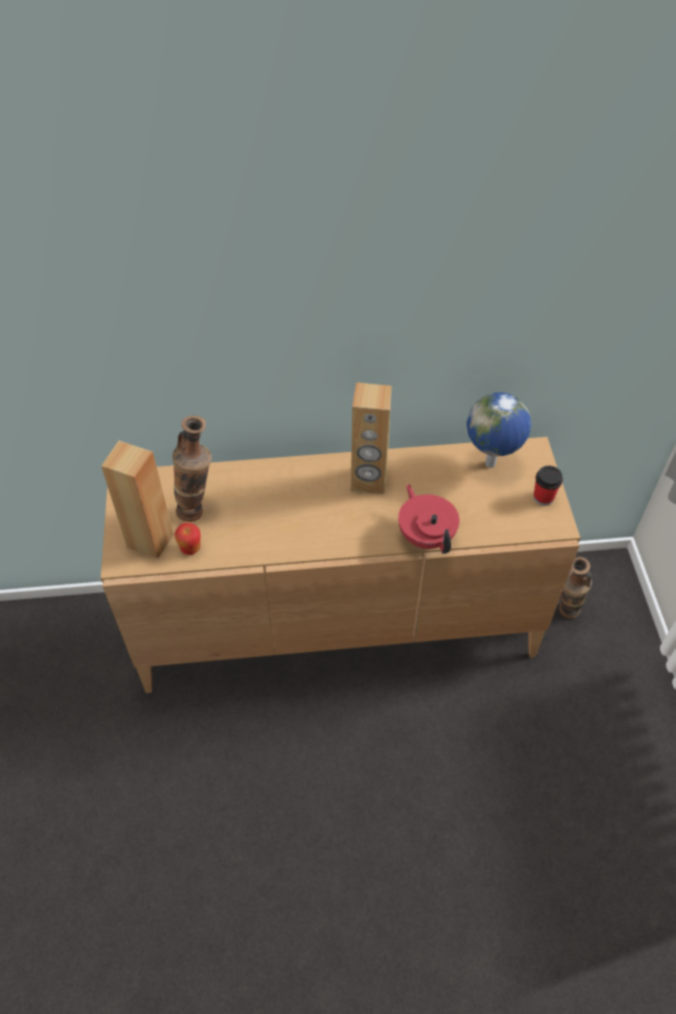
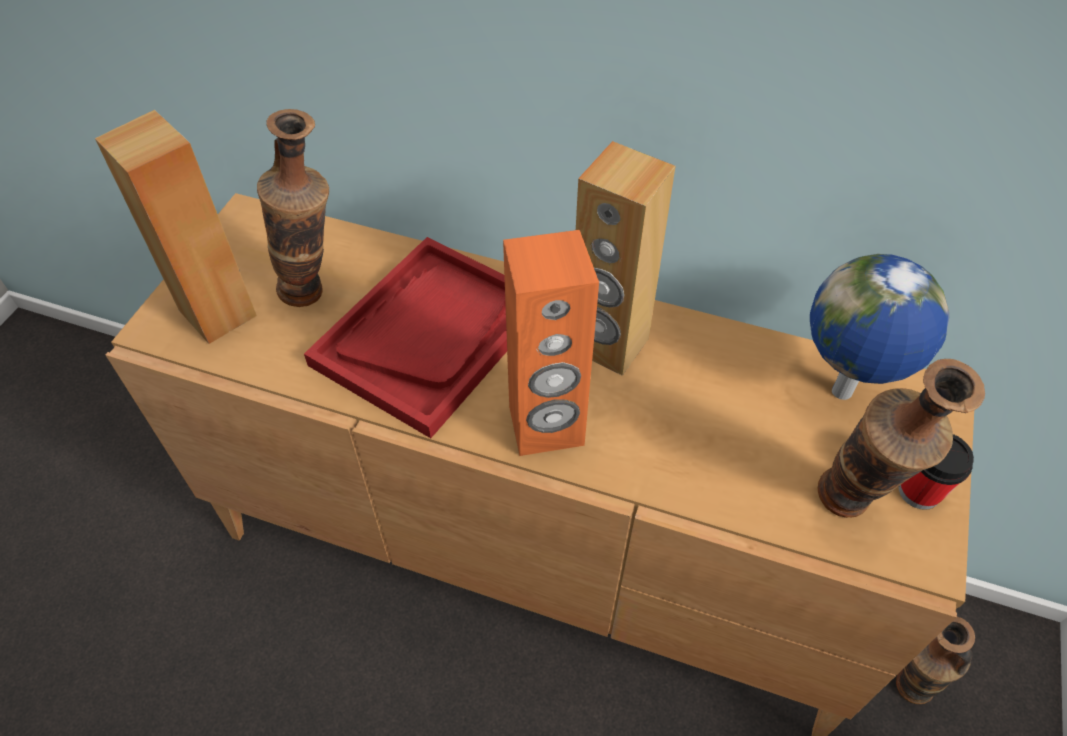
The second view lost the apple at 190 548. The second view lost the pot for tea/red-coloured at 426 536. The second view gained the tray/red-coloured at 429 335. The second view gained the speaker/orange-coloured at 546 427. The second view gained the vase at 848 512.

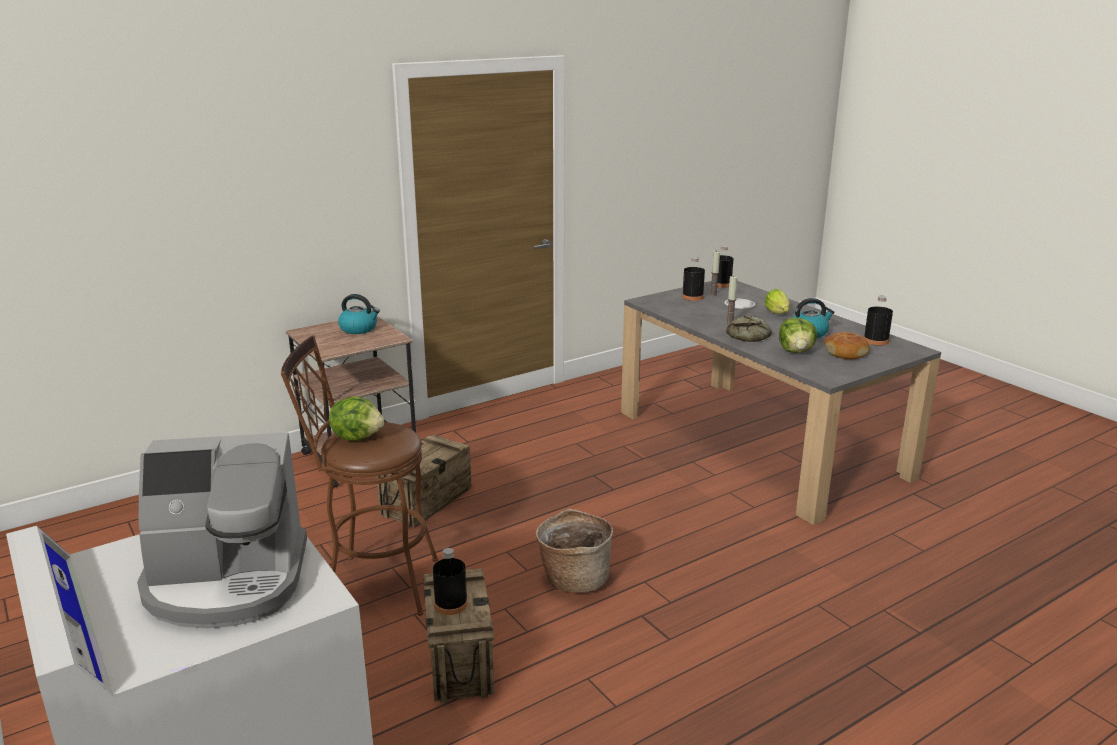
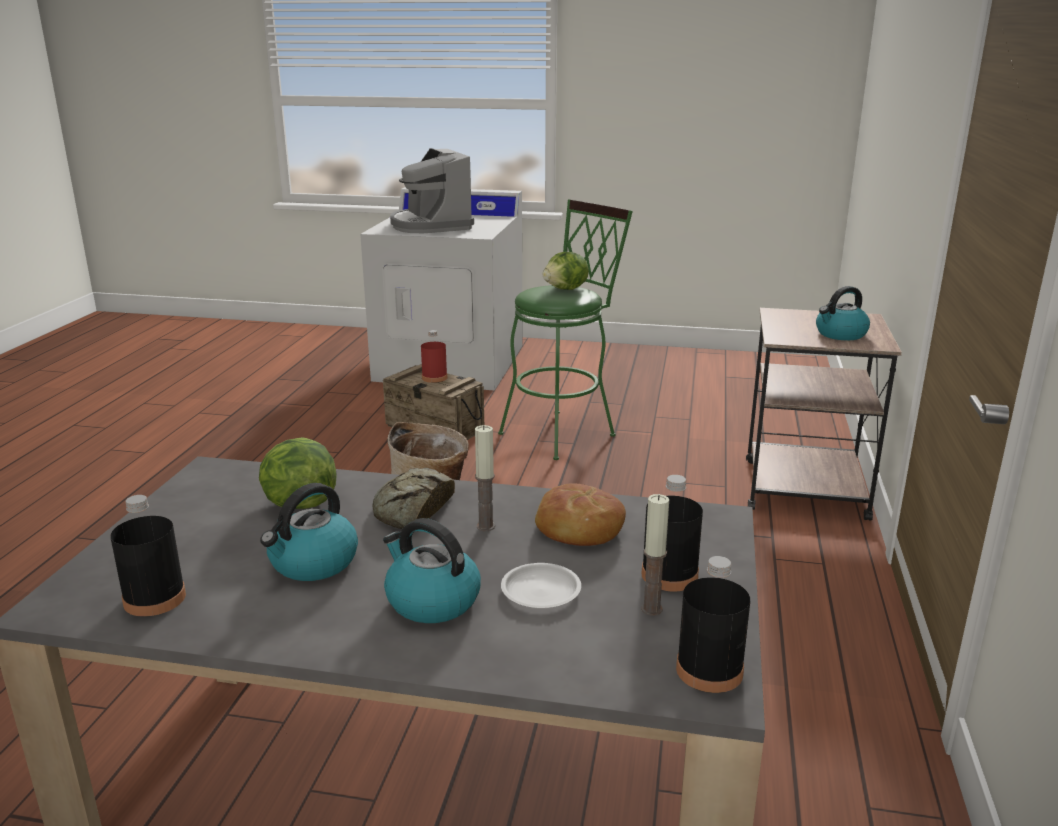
The coffee brewer at 227 582 ended up facing another way, 60 degrees counterclockwise from before. What was the sitting stool/brown at 372 584 turned into the sitting stool/greenish at 564 432. The second view lost the packing crate at 426 501. What was the bottle/blackish at 451 604 turned into the bottle/red-coloured at 434 378. Where the head of lettuce stood at 778 314, the kettle came to stand at 431 601. The baked bread ended up elsewhere, having gone from 846 352 to 578 529.

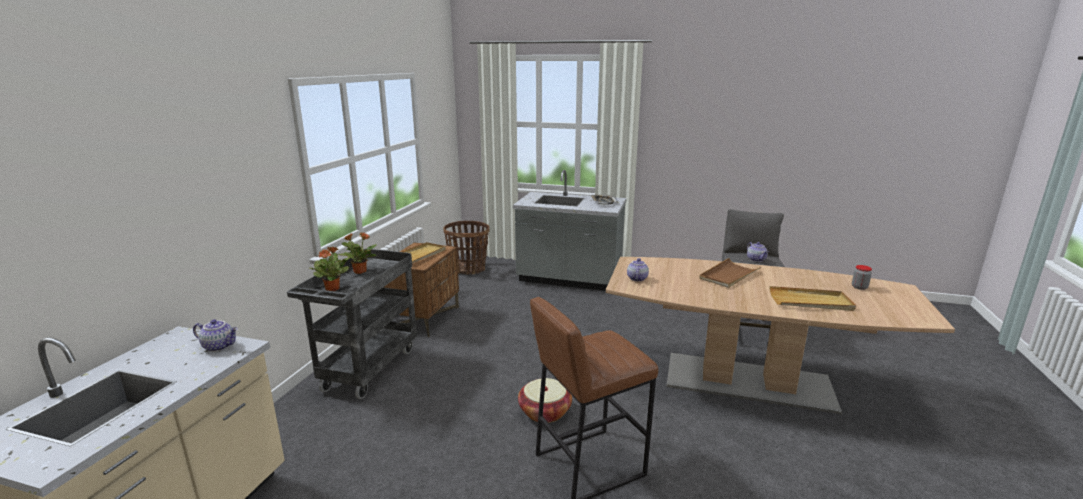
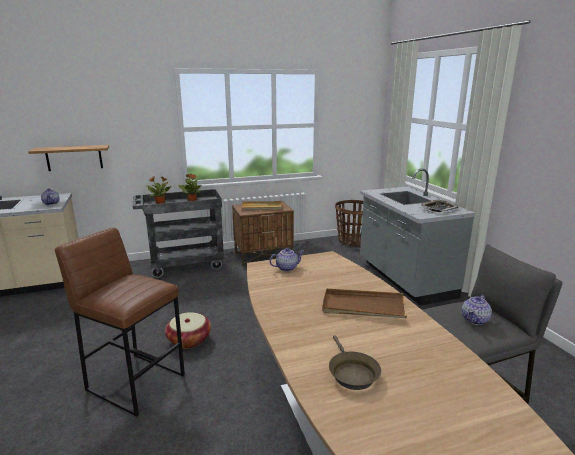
Where the tray/beige stood at 810 301, the pan/brown came to stand at 351 373. The second view lost the storage jar at 859 287. The second view gained the wall shelf at 74 157.

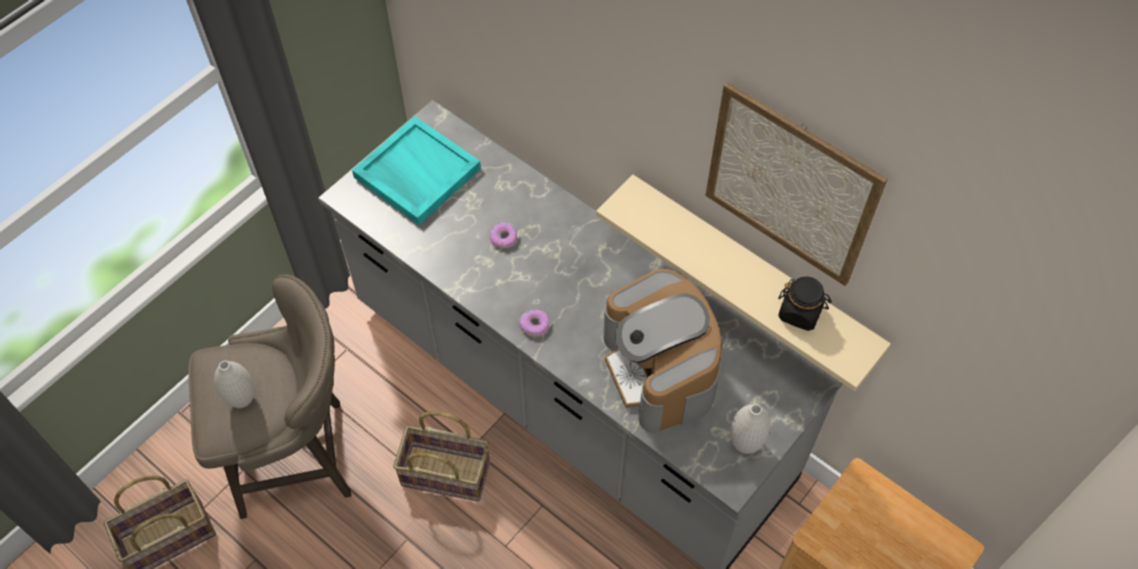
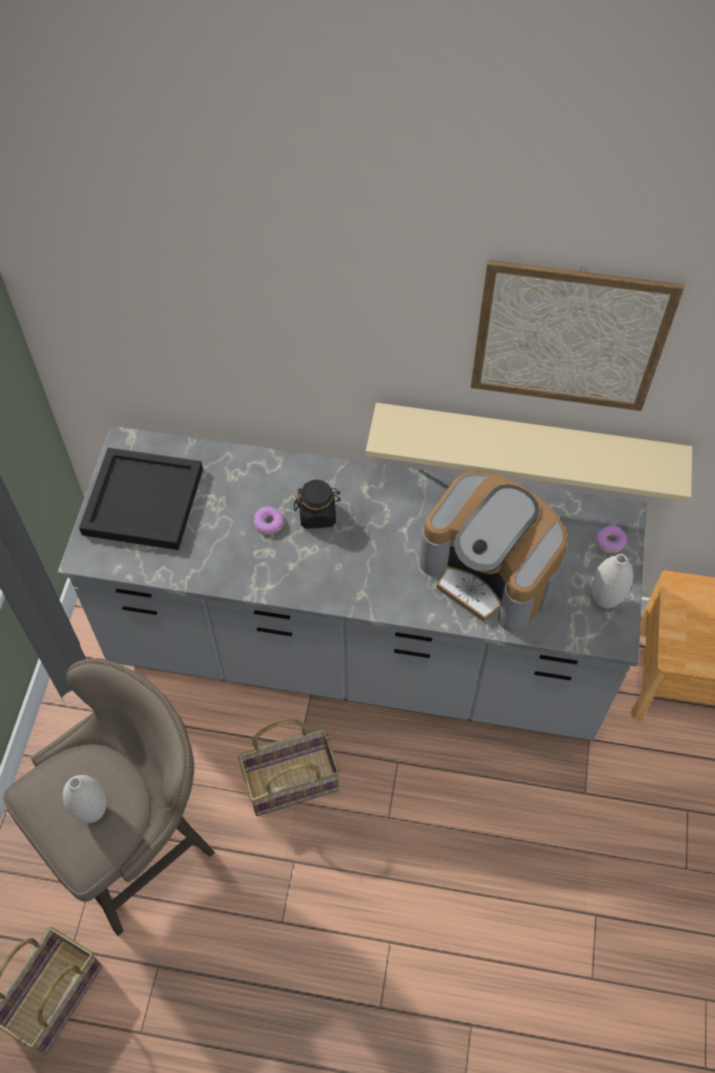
What was the tray/turquoise at 416 173 turned into the tray/blackish at 142 502. The donut ended up elsewhere, having gone from 534 325 to 609 541. The storage jar/blackish ended up elsewhere, having gone from 800 313 to 317 514.

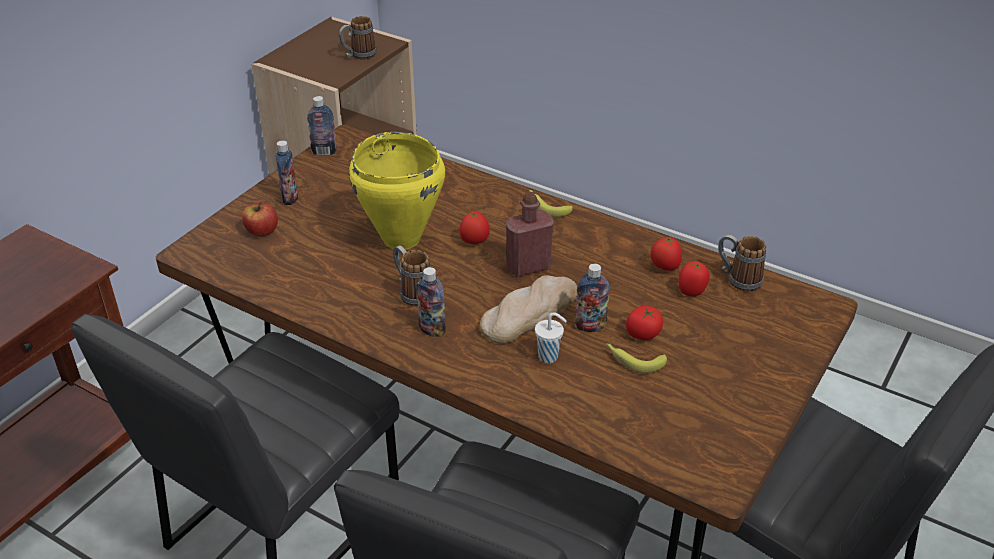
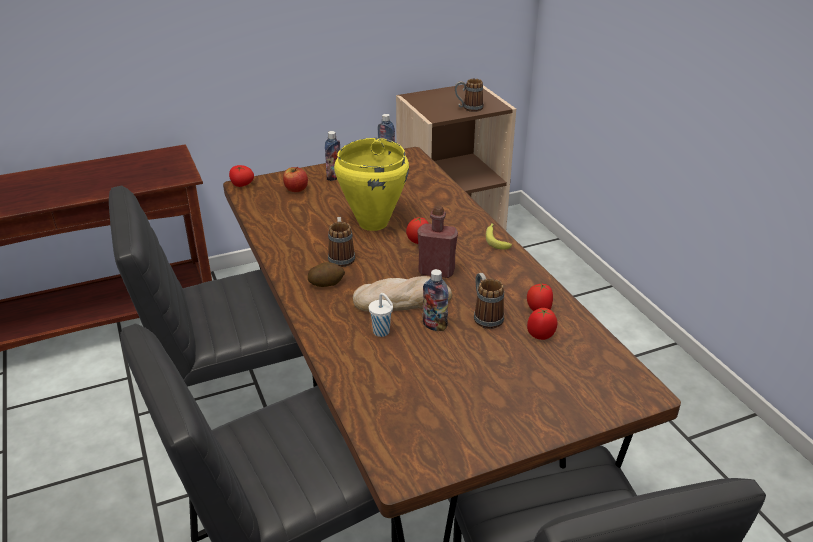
Where the bottle stood at 432 330, the potato came to stand at 326 283. The second view lost the banana fruit at 633 360. The fresh tomato ended up elsewhere, having gone from 643 334 to 242 184. The coffee mug ended up elsewhere, having gone from 737 279 to 485 316.

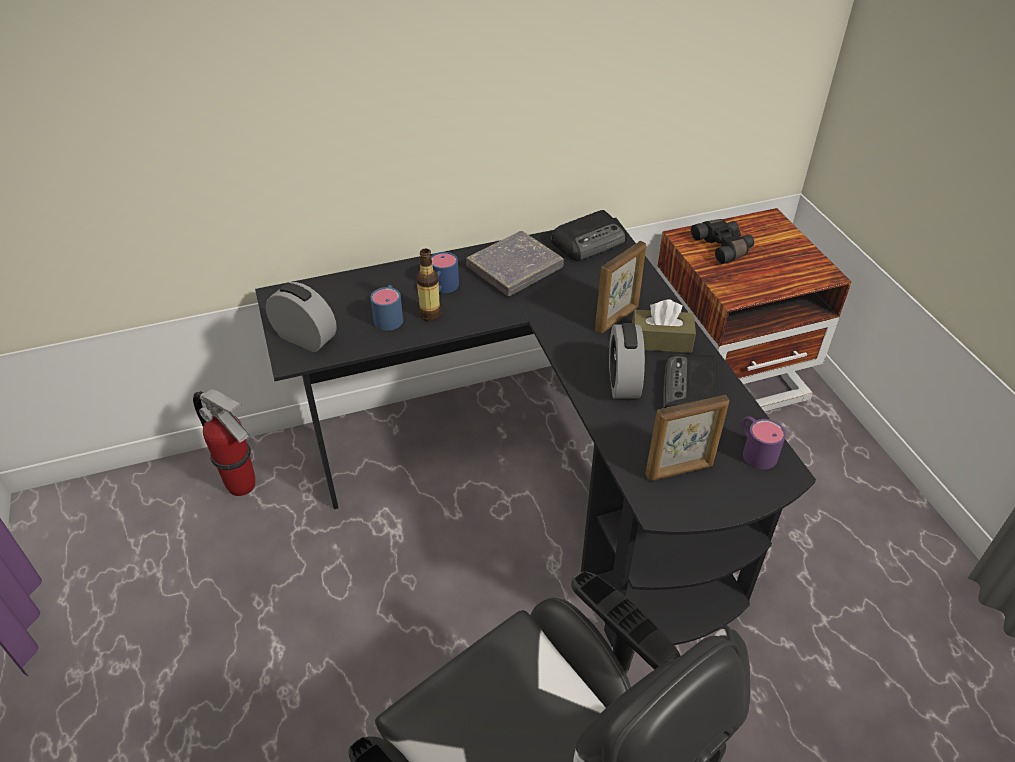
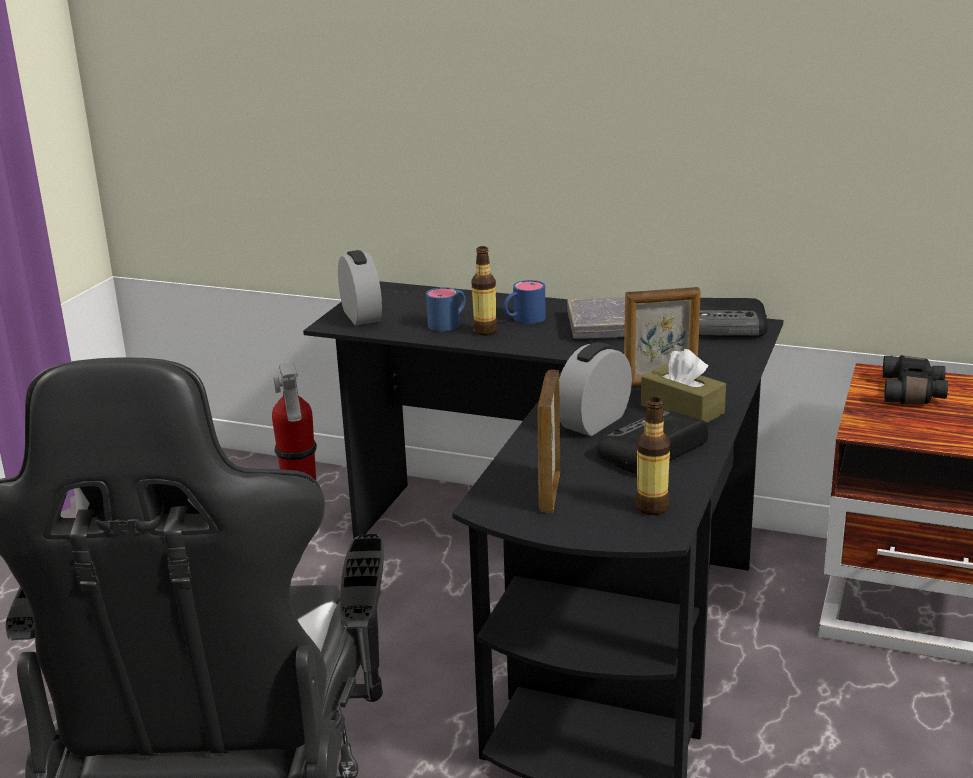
The picture frame at 679 471 ended up facing another way, 75 degrees clockwise from before. Where the coffee mug/purplish stood at 754 450, the bottle came to stand at 652 507.

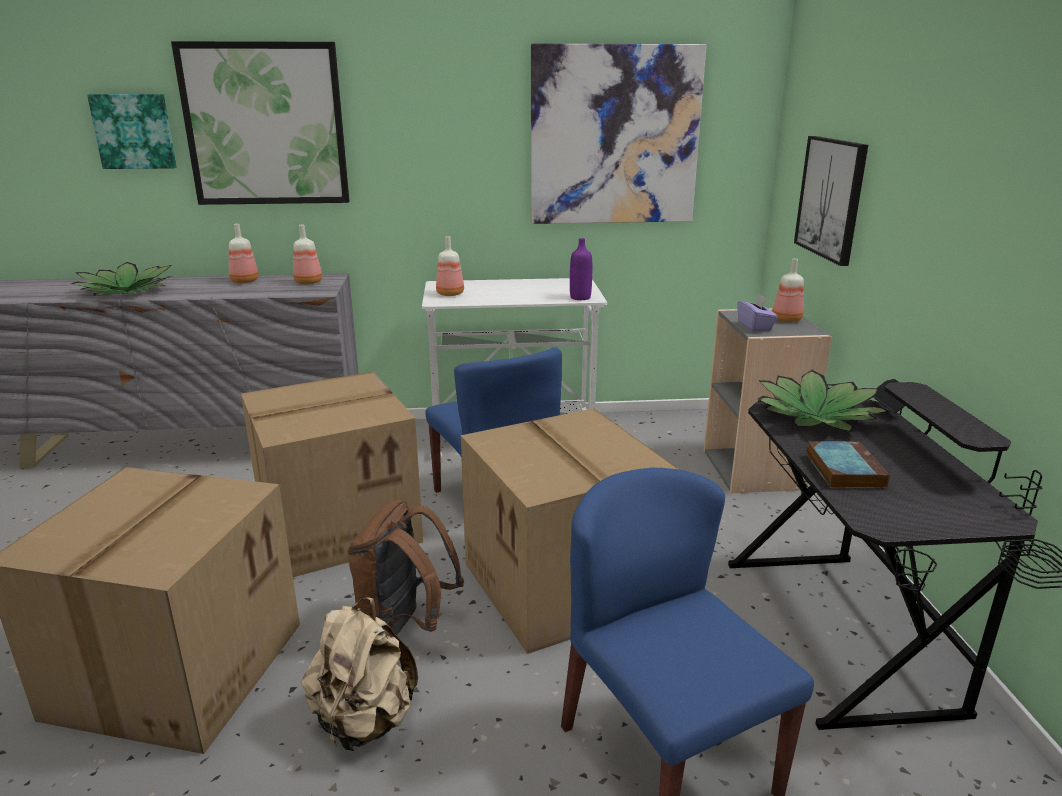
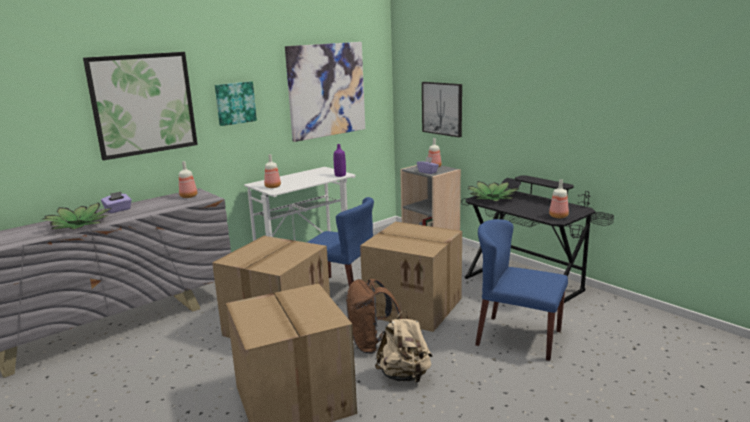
The wall art ended up elsewhere, having gone from 134 131 to 235 103. The bottle ended up elsewhere, having gone from 244 281 to 559 216. The second view lost the book at 843 470. The second view gained the box of tissues/purplish at 118 210.

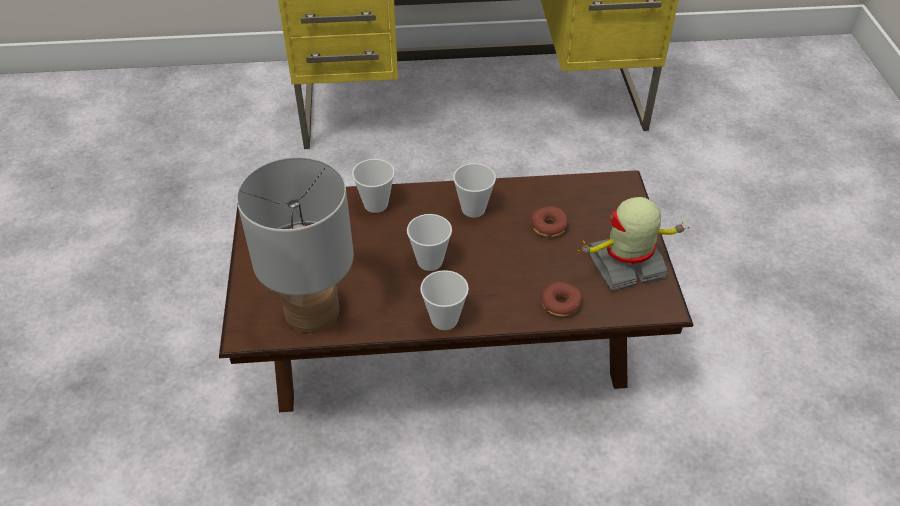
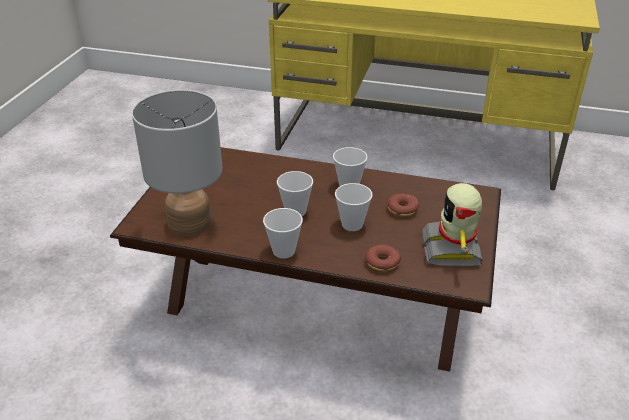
The cup ended up elsewhere, having gone from 376 204 to 352 224. The toy robot at 626 265 ended up facing another way, 90 degrees counterclockwise from before.

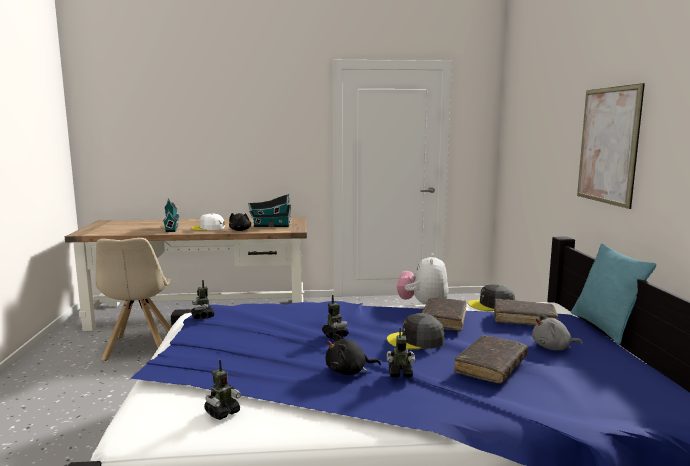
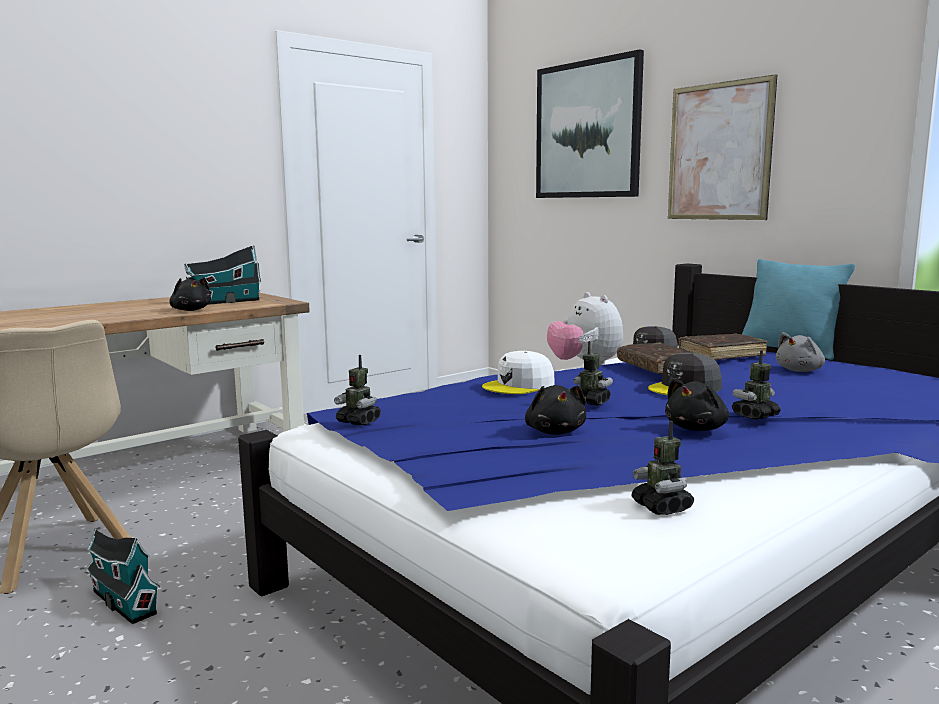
The toy house ended up elsewhere, having gone from 172 228 to 122 601. The cap/white-coloured ended up elsewhere, having gone from 208 228 to 519 385. The toy robot at 222 412 ended up facing another way, 150 degrees clockwise from before. The second view lost the book/brown at 491 366. The second view gained the soft toy/blackish at 555 432. The second view gained the wall art at 587 130.

